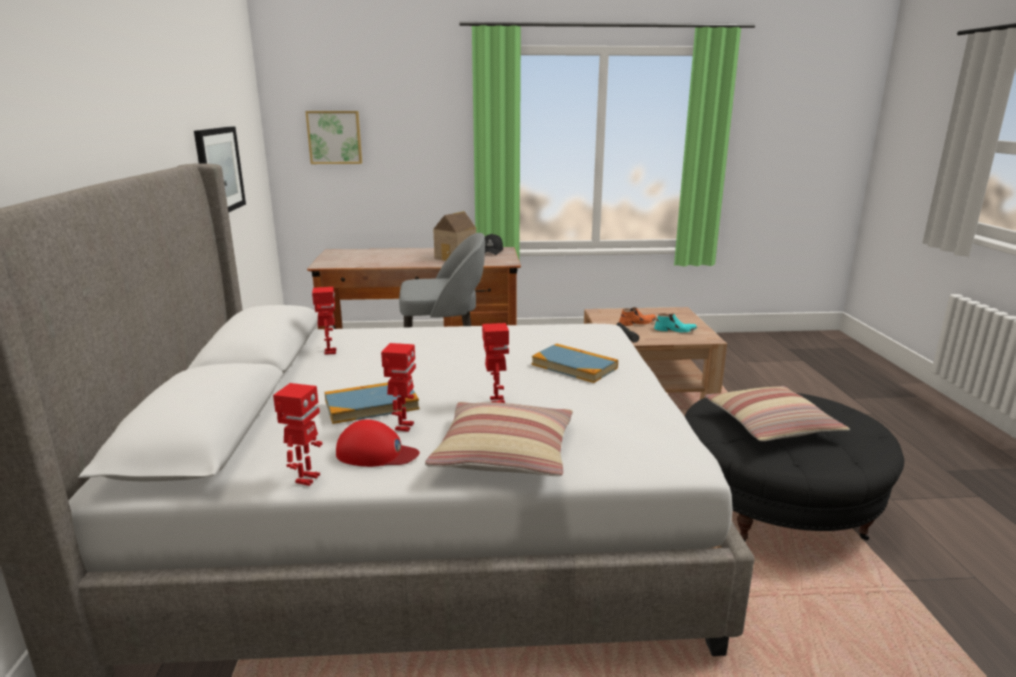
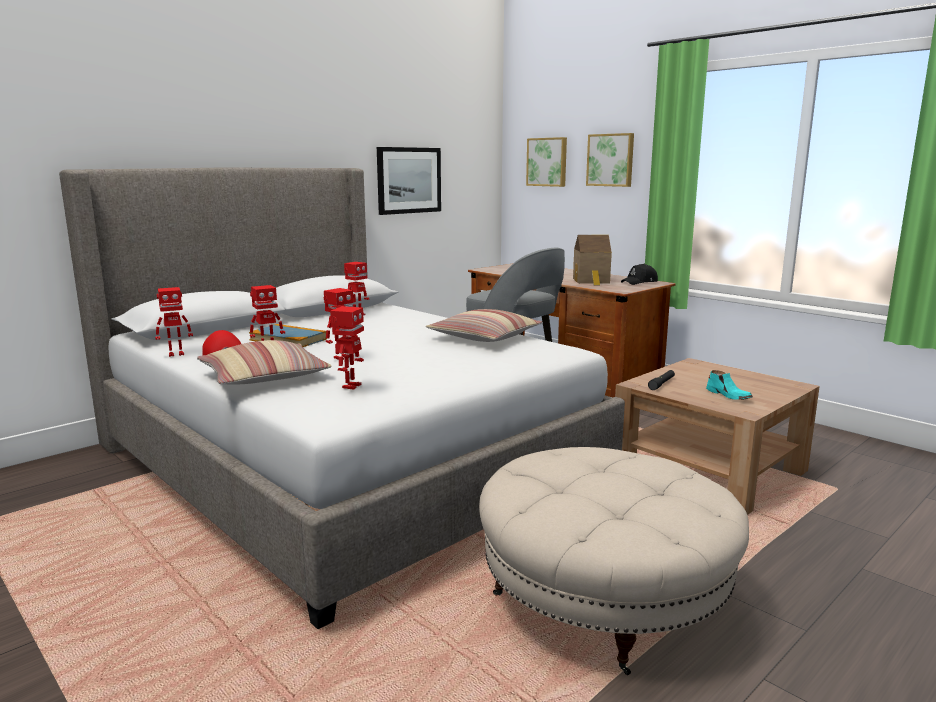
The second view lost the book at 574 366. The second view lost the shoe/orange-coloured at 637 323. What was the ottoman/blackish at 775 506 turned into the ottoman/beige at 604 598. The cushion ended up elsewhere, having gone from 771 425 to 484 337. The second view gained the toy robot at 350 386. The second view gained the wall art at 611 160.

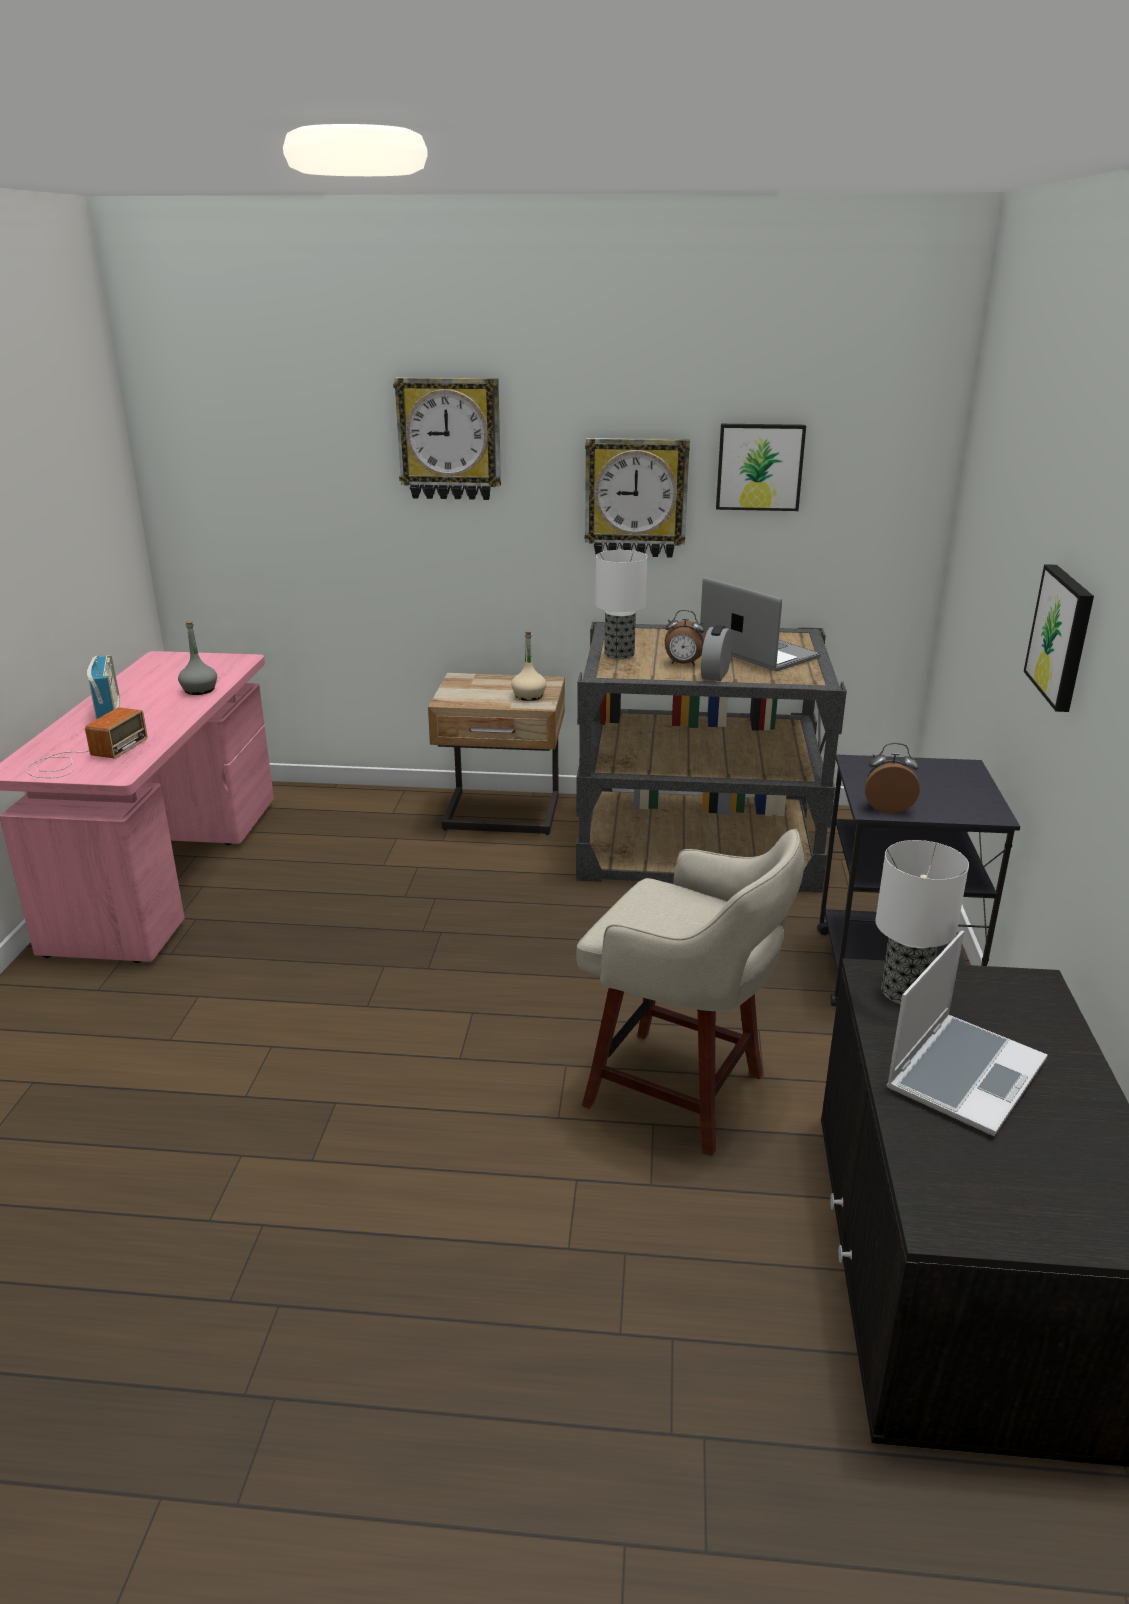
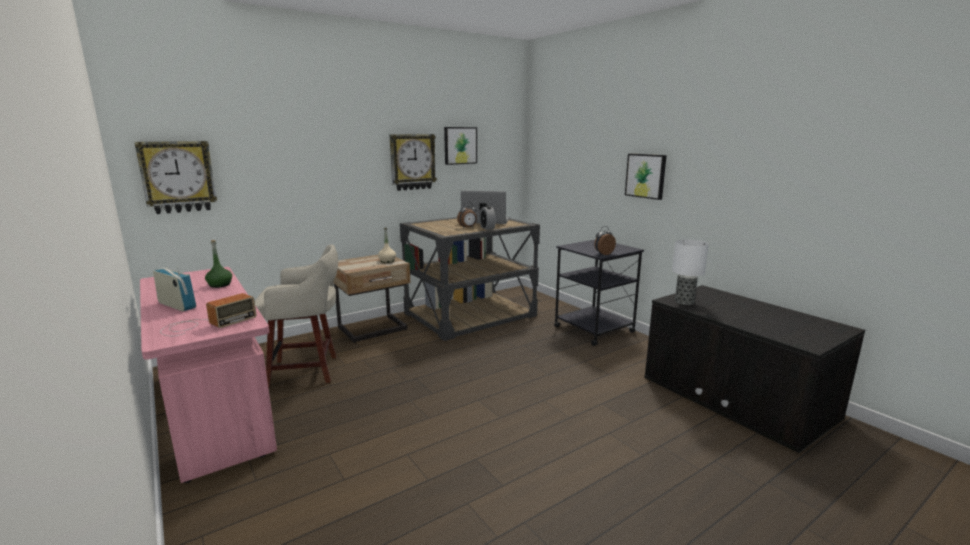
The radio at 83 757 ended up facing another way, 60 degrees clockwise from before. What was the bottle/grey at 199 690 turned into the bottle/greenish at 220 285. The clock on the wall ended up elsewhere, having gone from 449 439 to 178 177. The sitting stool/beige ended up elsewhere, having gone from 681 1094 to 307 371. The second view lost the table lamp at 619 654. The second view lost the notebook computer at 964 1073.

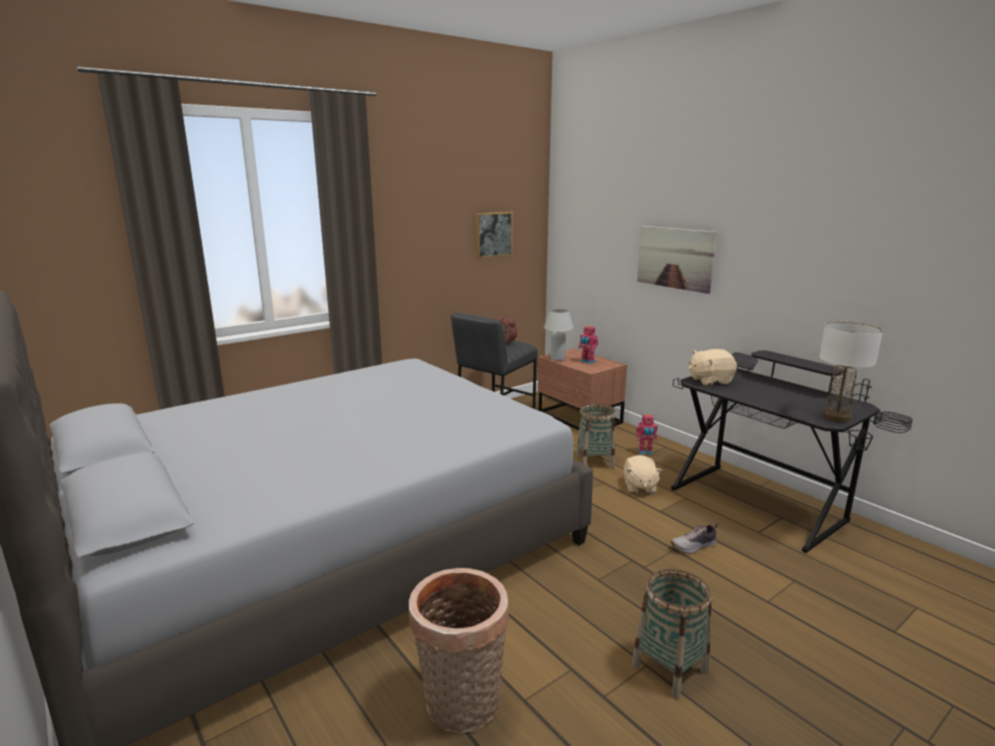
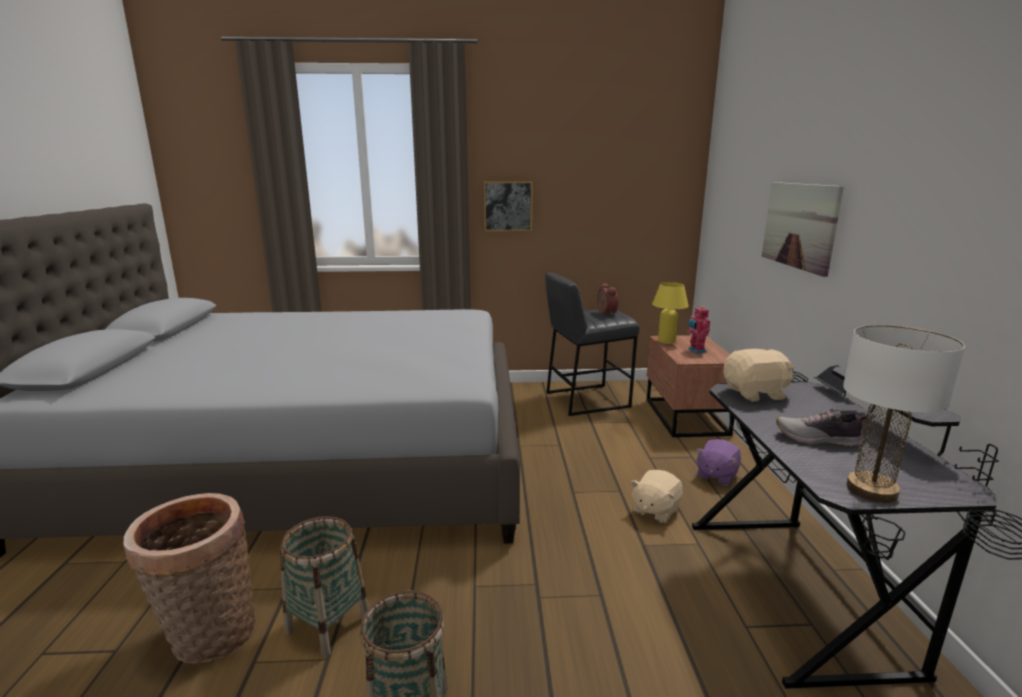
The wall art ended up elsewhere, having gone from 493 234 to 508 206. What was the table lamp/white-coloured at 557 358 turned into the table lamp/yellowish at 666 341. The basket ended up elsewhere, having gone from 594 462 to 327 624. Where the toy robot stood at 645 452, the soft toy/purplish came to stand at 716 475. The shoe ended up elsewhere, having gone from 694 546 to 817 439. The soft toy/beige at 710 380 ended up facing another way, 150 degrees clockwise from before.

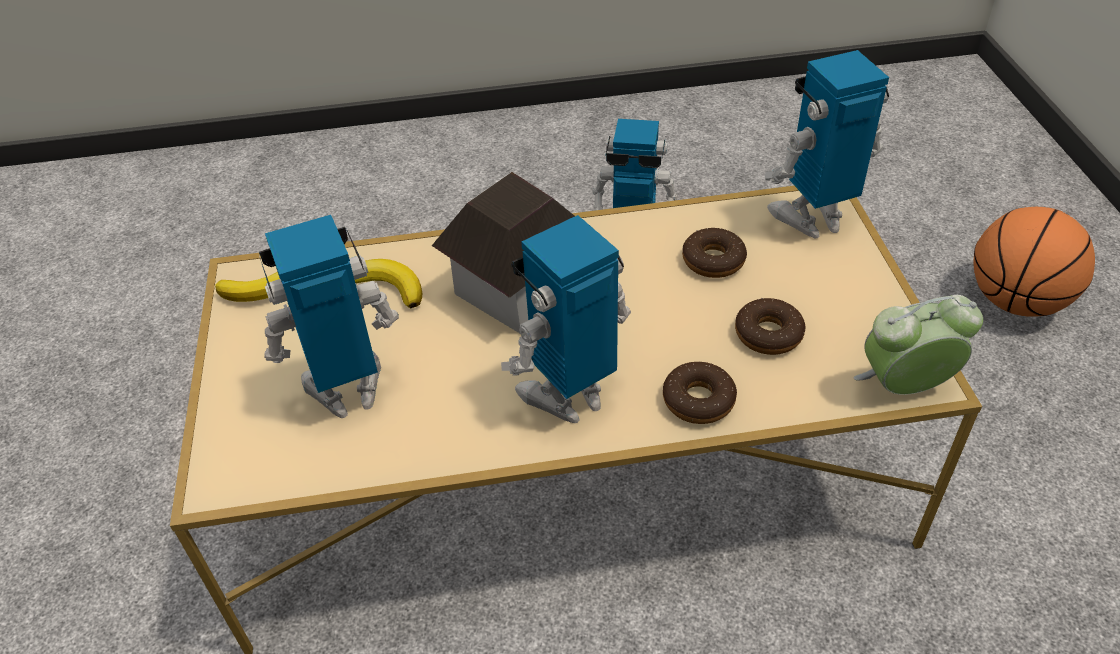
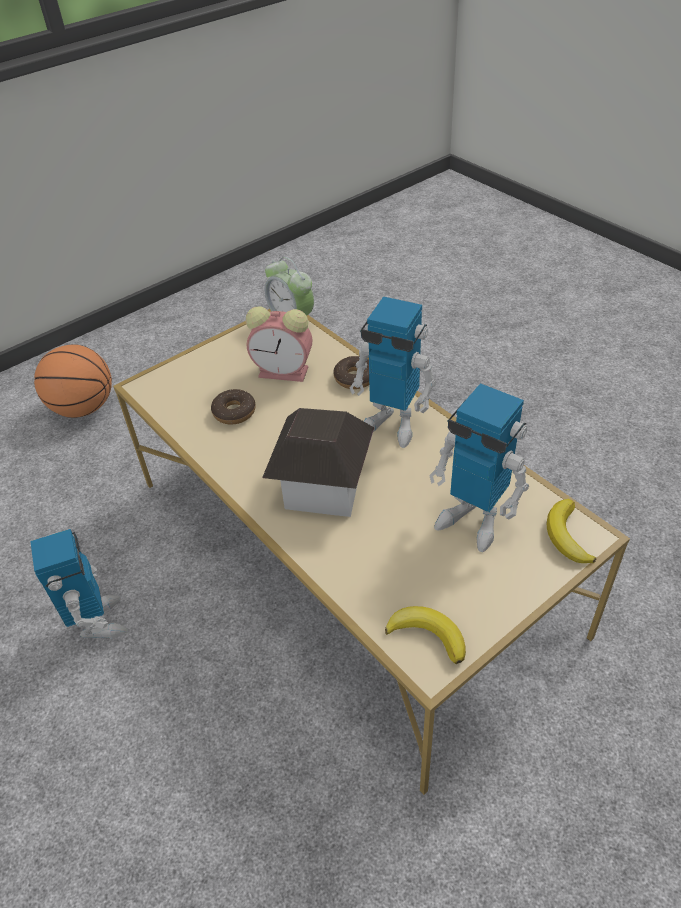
The banana fruit ended up elsewhere, having gone from 386 287 to 567 535. Where the donut stood at 768 334, the alarm clock came to stand at 285 371. The second view lost the toy robot at 812 219.

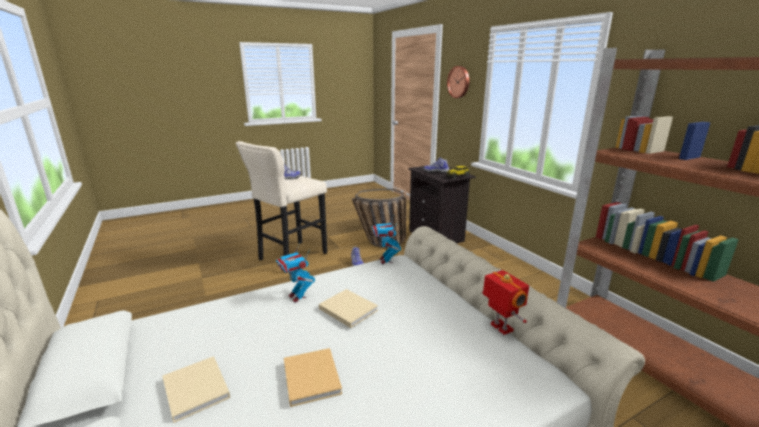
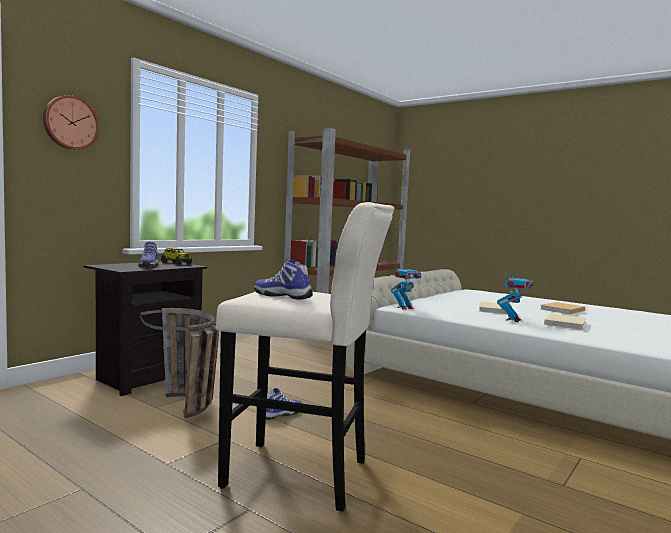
The book/beige ended up elsewhere, having gone from 196 390 to 565 323. The second view lost the toy robot at 500 328.

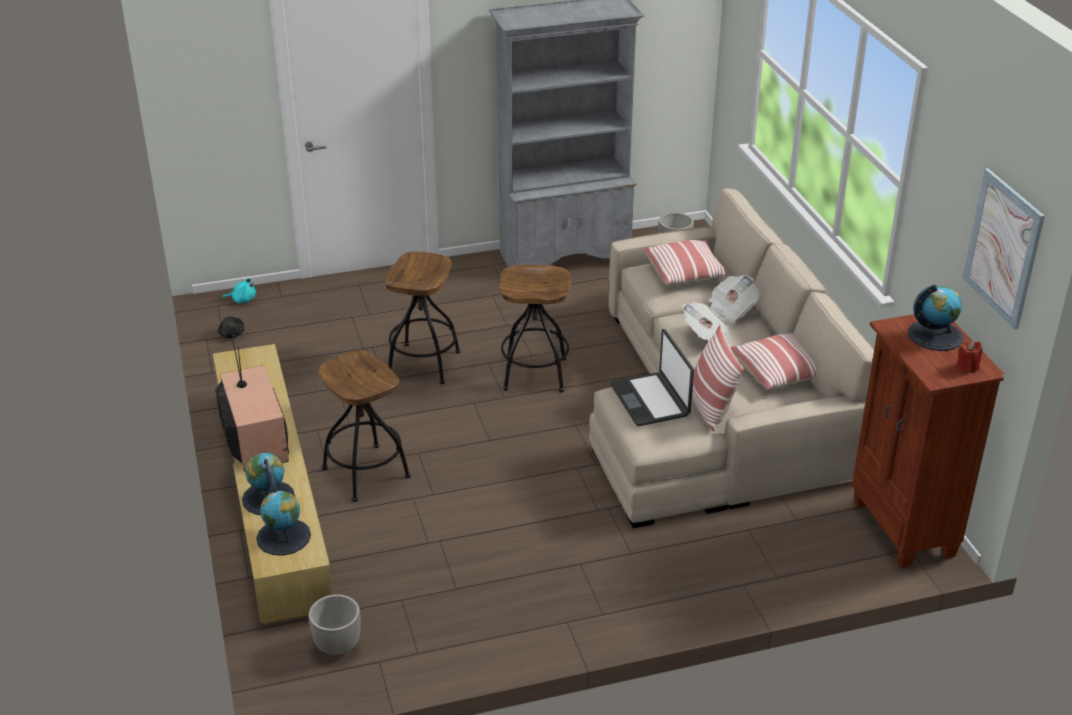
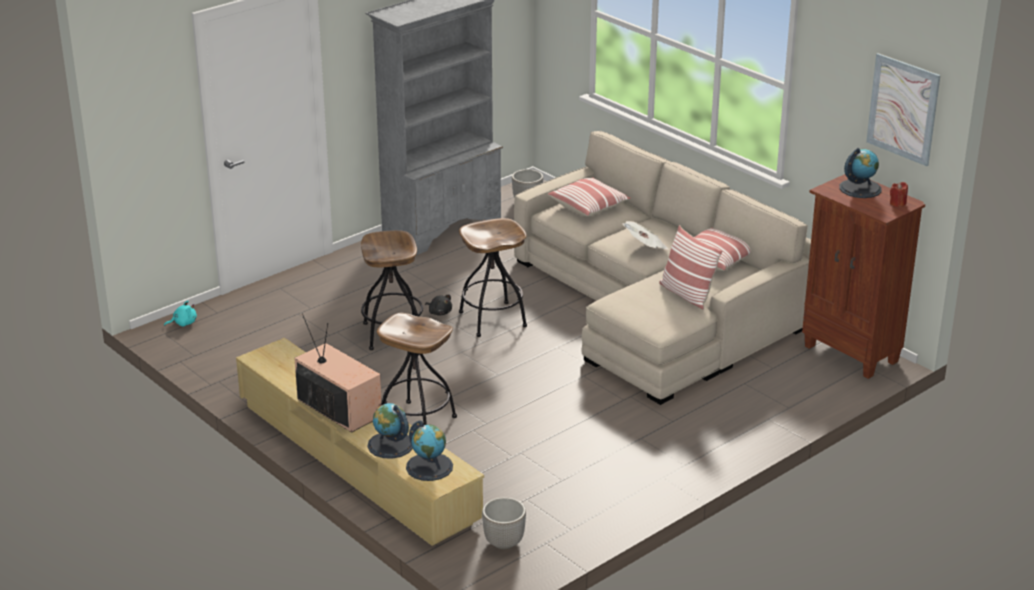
The soft toy/blackish ended up elsewhere, having gone from 232 334 to 439 312. The second view lost the notebook computer at 650 400. The second view lost the daily paper at 729 312.

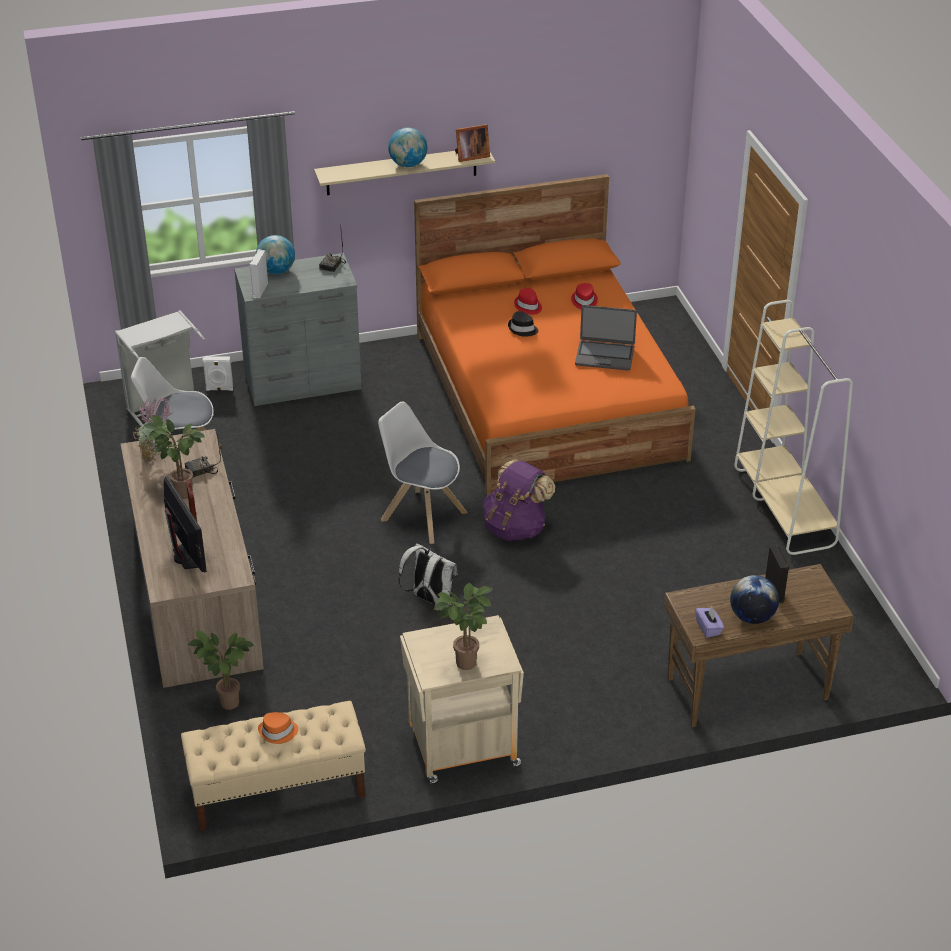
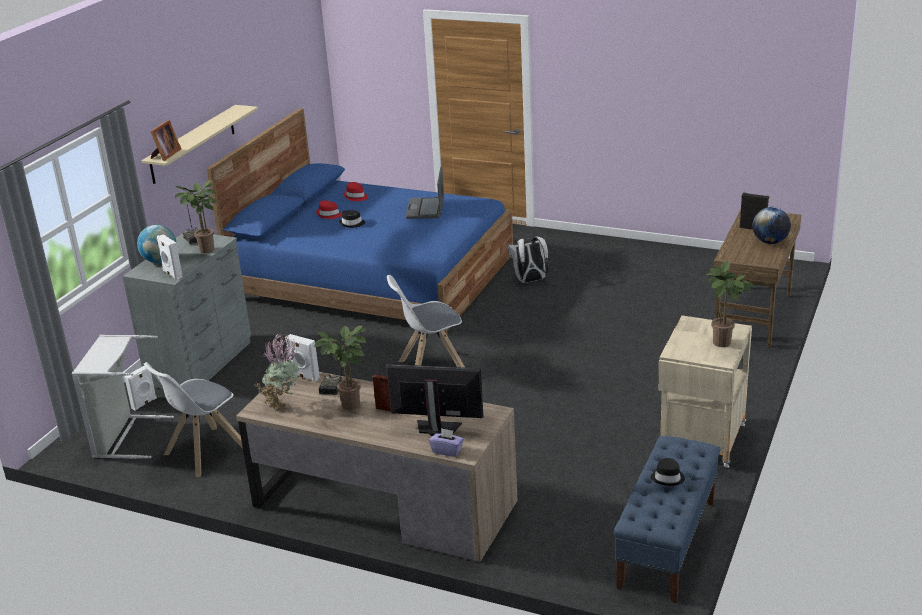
What was the long seat/beige at 277 791 turned into the long seat/blue-coloured at 667 544. The plant in a pot ended up elsewhere, having gone from 227 705 to 206 251. What was the clothing hat/orange-coloured at 278 732 turned into the clothing hat/blackish at 668 478. The second view lost the desk globe at 408 165. The knapsack/white-coloured ended up elsewhere, having gone from 429 598 to 530 281. What was the sleeping bed/orange-coloured at 548 395 turned into the sleeping bed/blue-coloured at 373 277. The picture frame ended up elsewhere, having gone from 470 156 to 165 155. The second view lost the knapsack/purplish at 516 528. The notebook computer at 604 356 ended up facing another way, 135 degrees clockwise from before. The box of tissues/purplish ended up elsewhere, having gone from 708 628 to 447 451. The second view lost the clothes rack/beige at 784 509. The second view gained the speaker/white-coloured at 304 376.

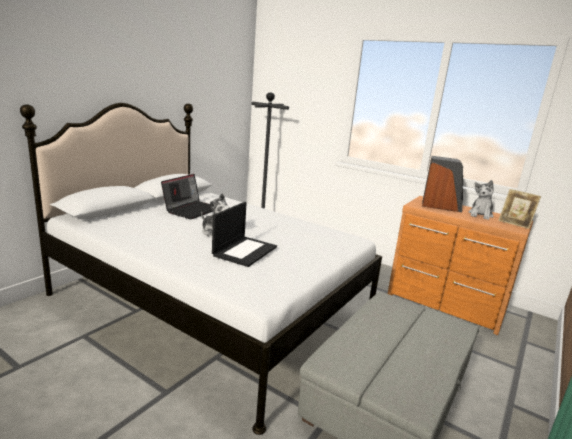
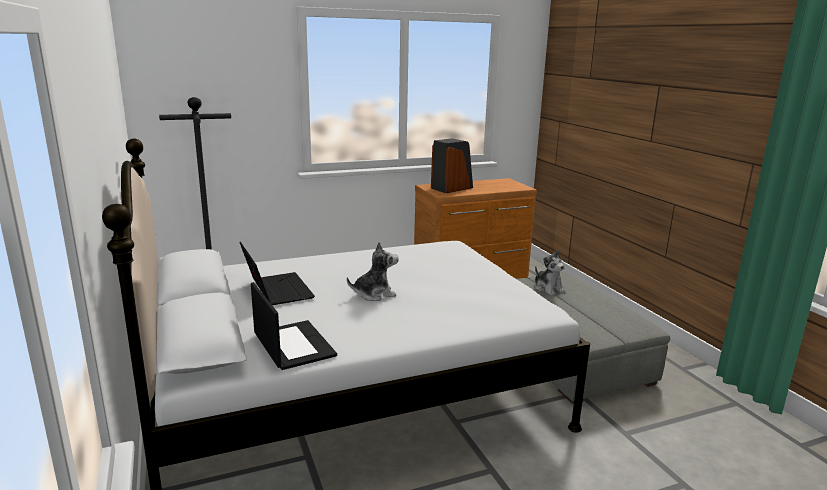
The notebook computer ended up elsewhere, having gone from 245 251 to 292 345. The soft toy ended up elsewhere, having gone from 480 215 to 548 288. The second view lost the picture frame at 514 223.

